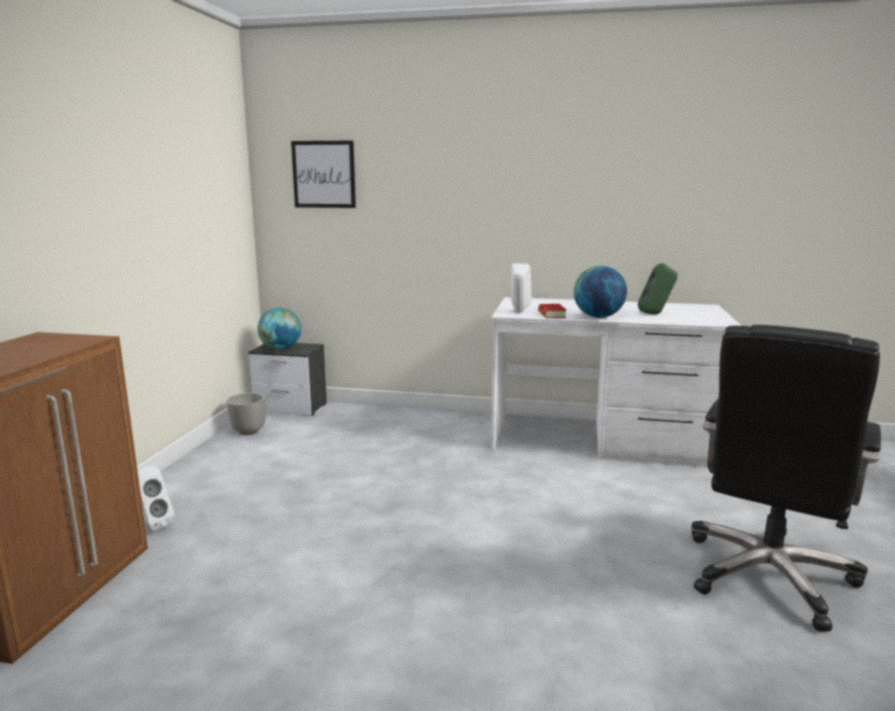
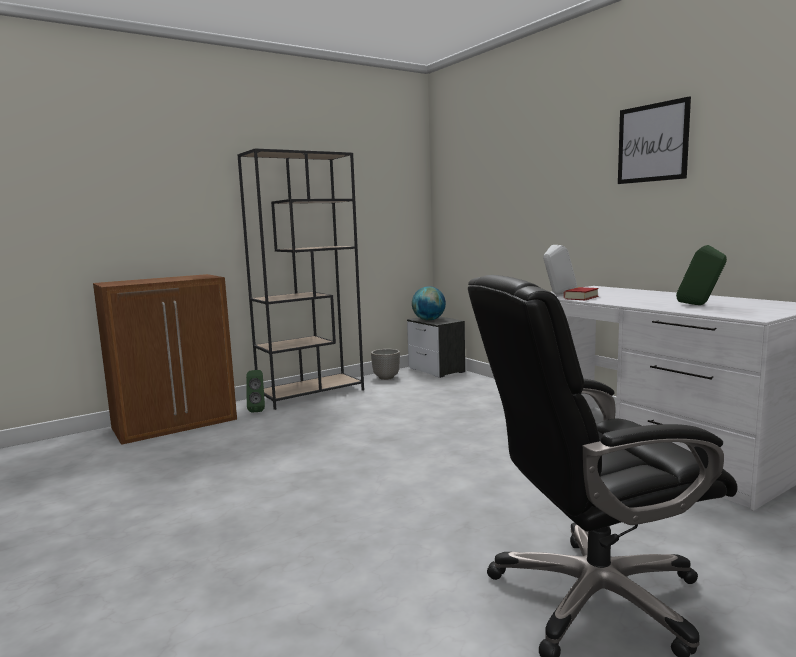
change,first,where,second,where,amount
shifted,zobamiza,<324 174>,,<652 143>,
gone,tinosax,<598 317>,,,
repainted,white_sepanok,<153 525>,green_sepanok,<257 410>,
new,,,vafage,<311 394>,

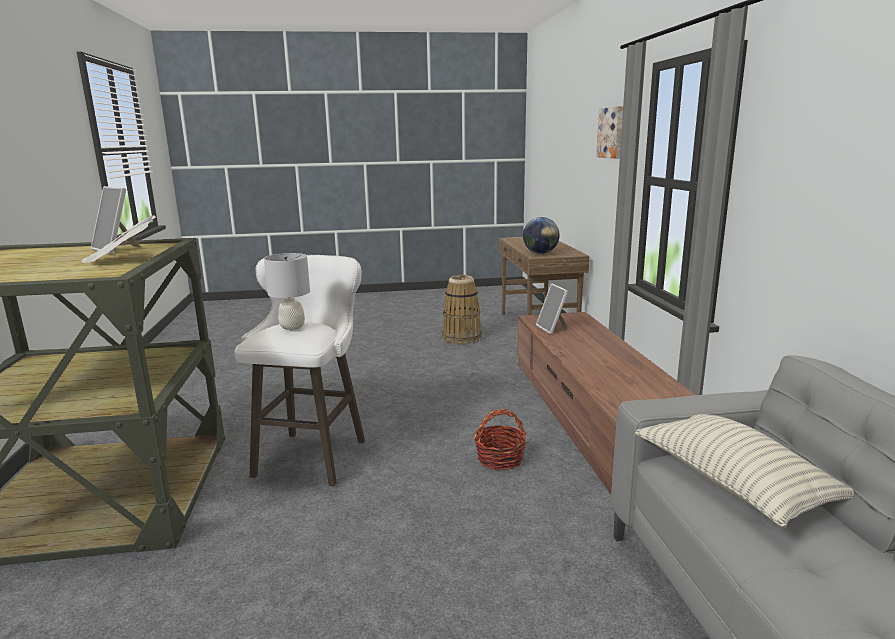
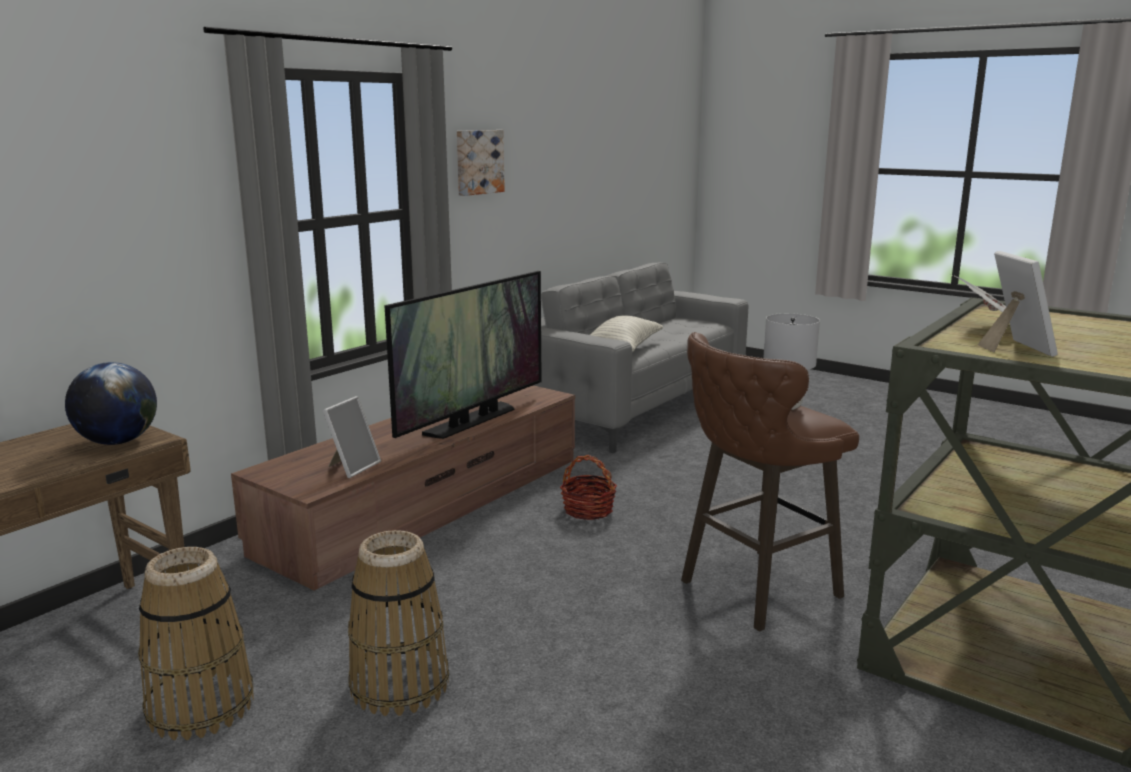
change,first,where,second,where,amount
shifted,zobamiza,<612 132>,,<478 162>,
repainted,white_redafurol,<313 455>,brown_redafurol,<755 590>,
new,,,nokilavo,<471 421>,
new,,,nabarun,<399 684>,

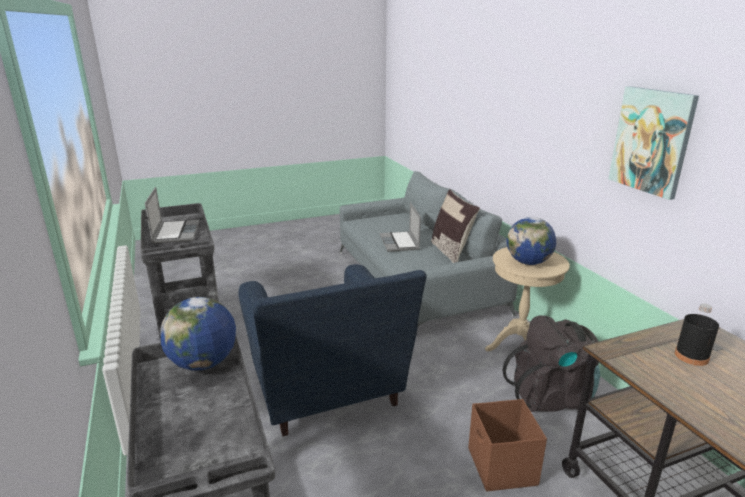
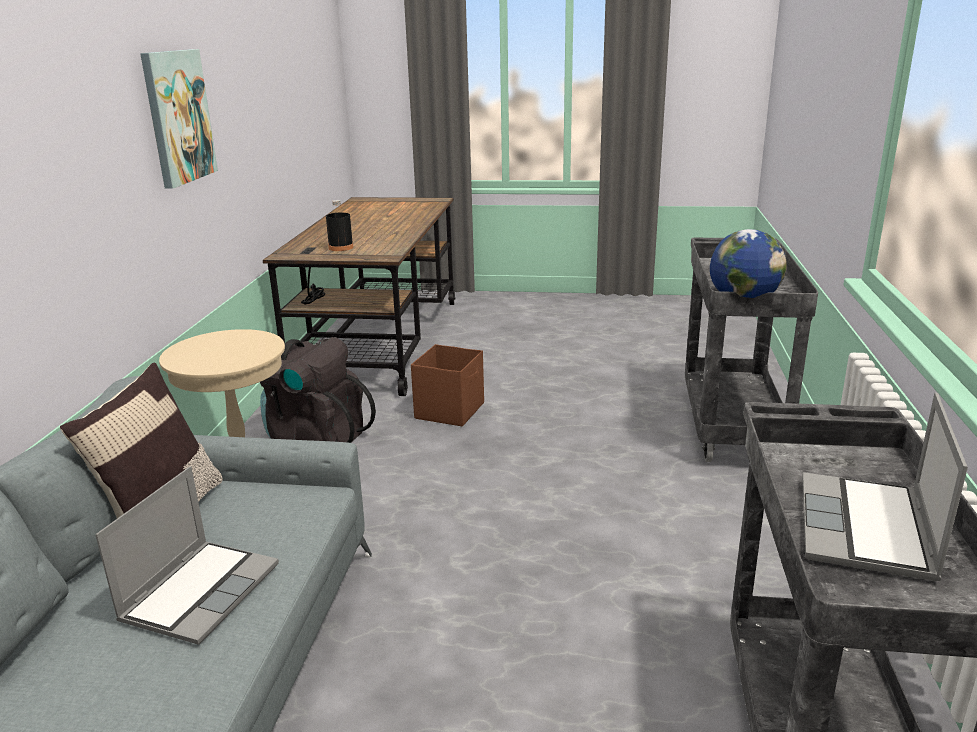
change,first,where,second,where,amount
gone,tinosax,<528 262>,,,
gone,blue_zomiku,<326 392>,,,

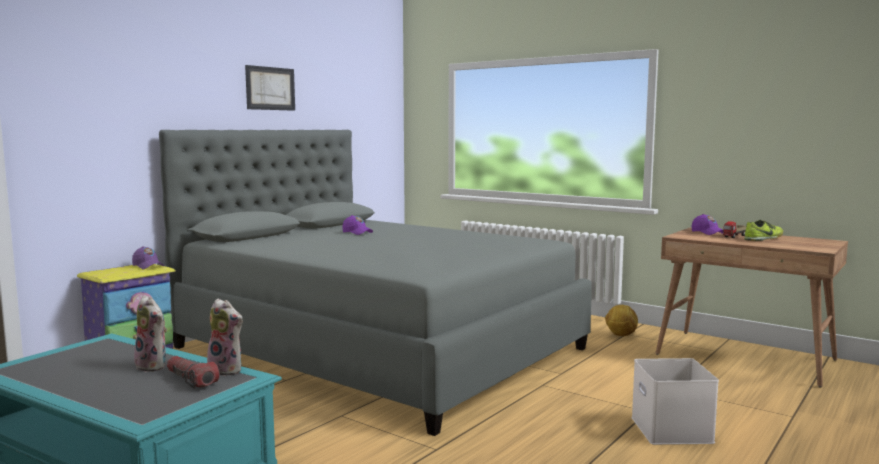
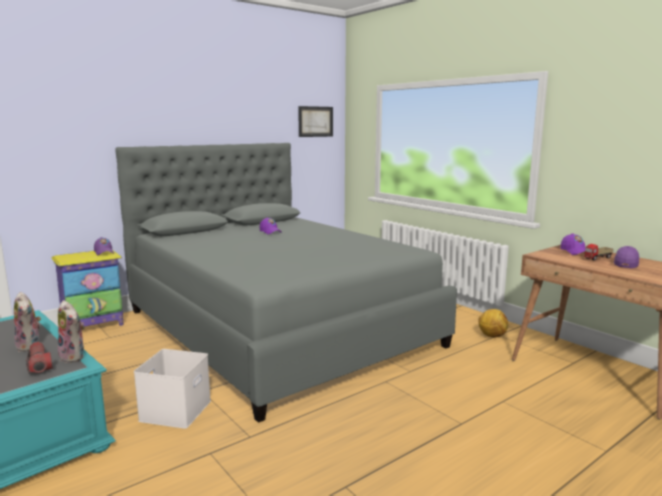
change,first,where,second,where,amount
shifted,zobamiza,<270 88>,,<315 121>,
swapped,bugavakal,<764 239>,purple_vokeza,<626 263>,
shifted,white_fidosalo,<673 430>,,<176 411>,

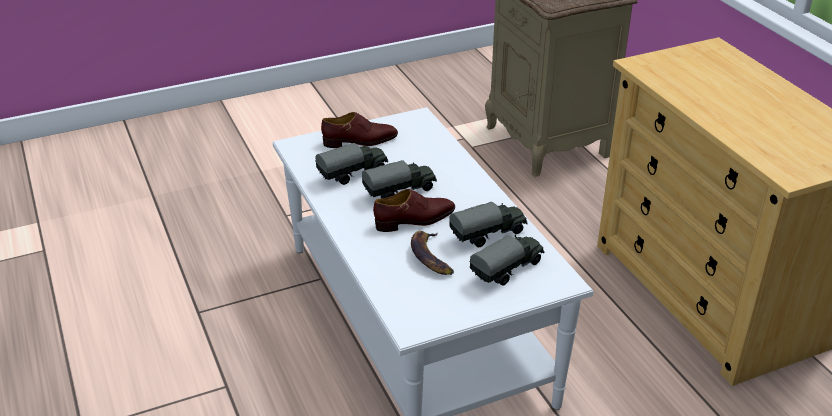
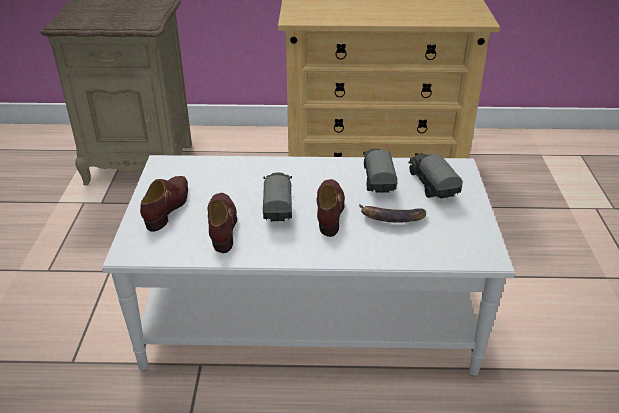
change,first,where,second,where,amount
swapped,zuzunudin,<353 173>,brown_bugavakal,<222 226>,

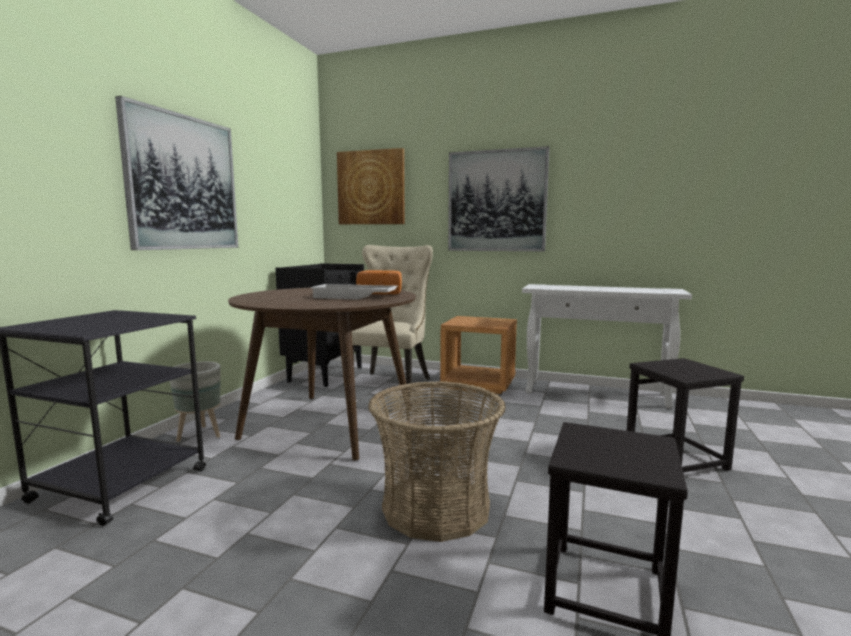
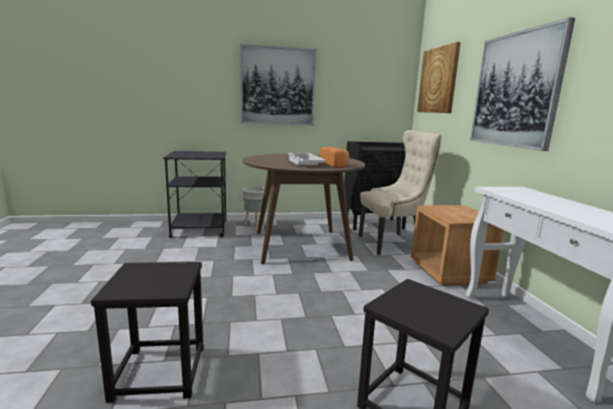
change,first,where,second,where,amount
gone,nabarun,<436 507>,,,

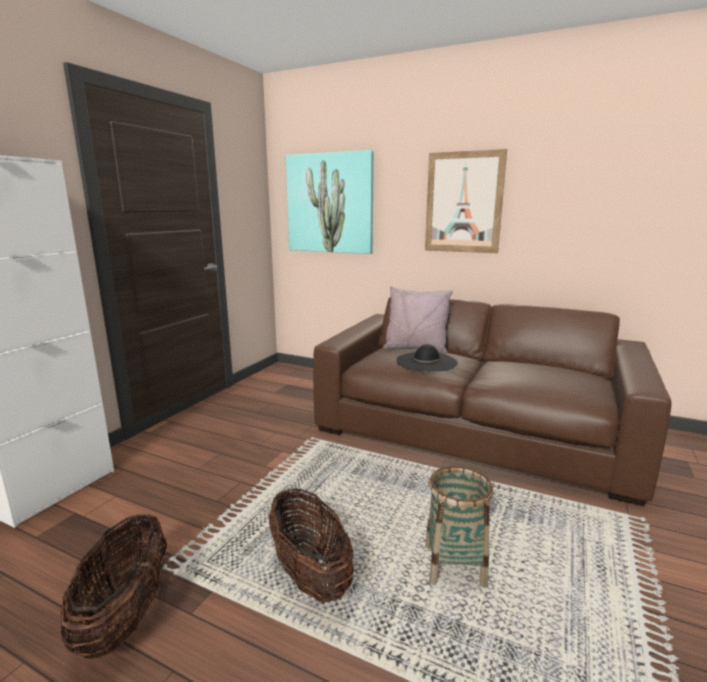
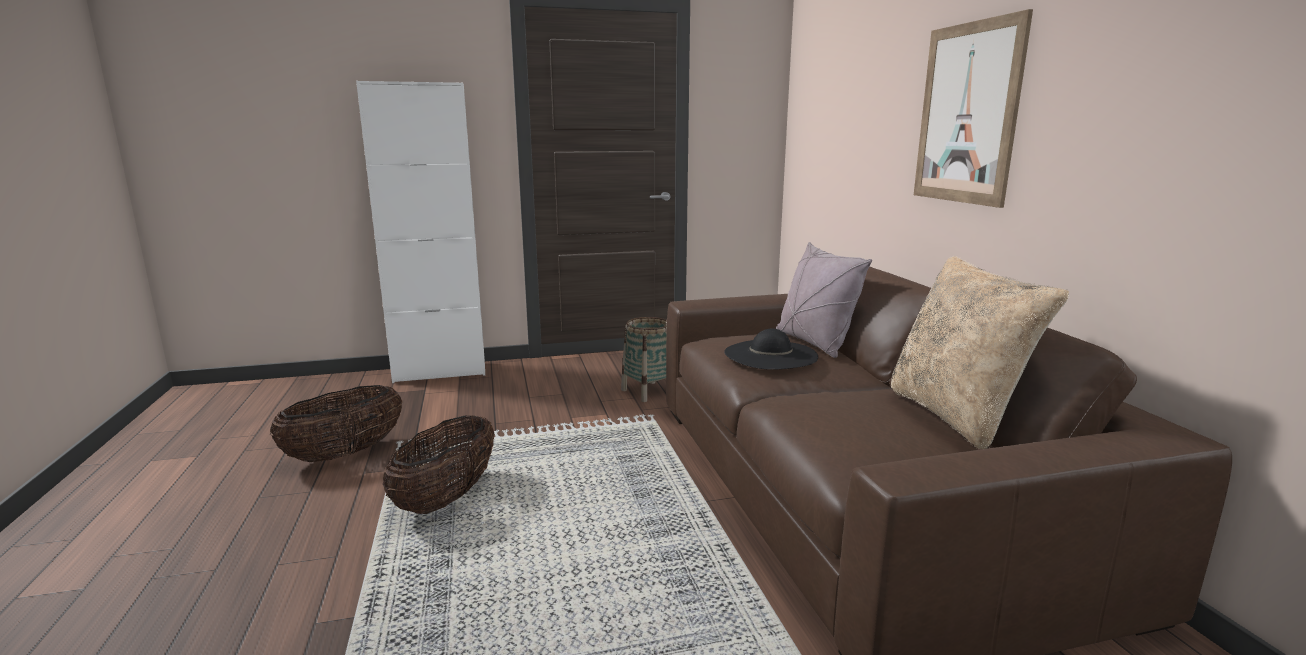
change,first,where,second,where,amount
gone,zobamiza,<330 203>,,,
shifted,nabarun,<454 565>,,<648 391>,
new,,,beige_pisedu,<953 420>,

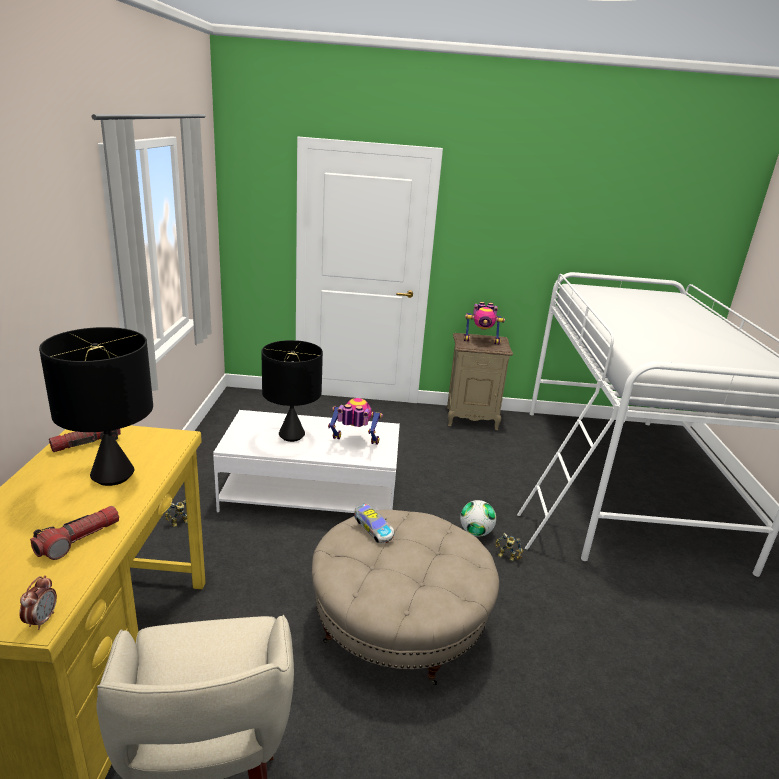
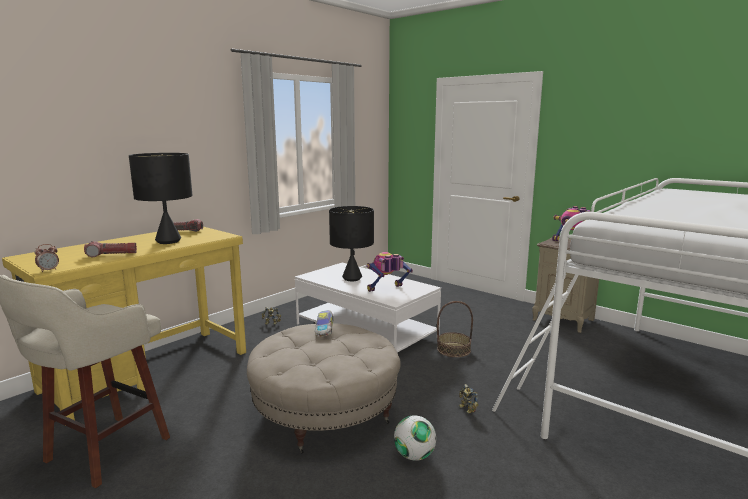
change,first,where,second,where,amount
rotated,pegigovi,<354 444>,,<387 290>,75 degrees counterclockwise
shifted,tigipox,<475 532>,,<414 455>,
new,,,nabarun,<453 349>,

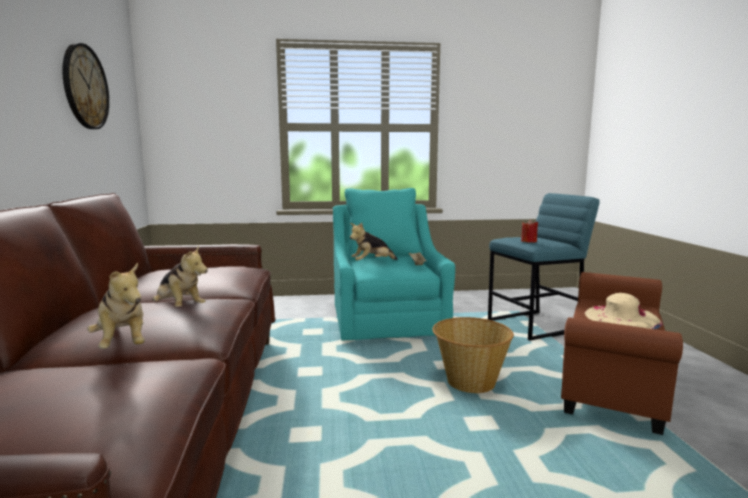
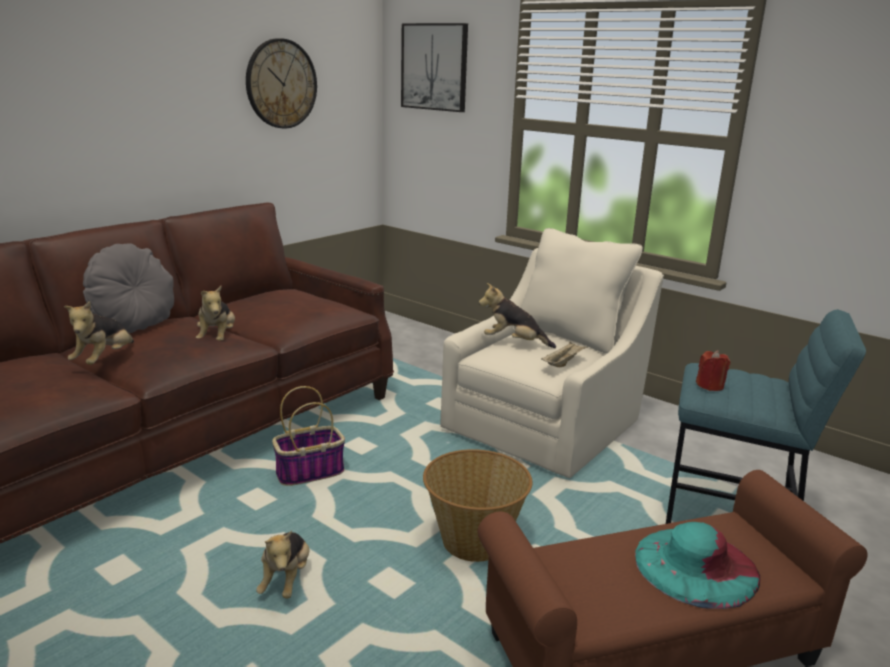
change,first,where,second,where,amount
repainted,turquoise_zomiku,<387 319>,beige_zomiku,<545 425>,
repainted,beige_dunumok,<622 317>,turquoise_dunumok,<696 566>,
new,,,zobamiza,<434 67>,
new,,,grey_pisedu,<135 327>,
new,,,nabarun,<310 472>,
new,,,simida,<286 580>,

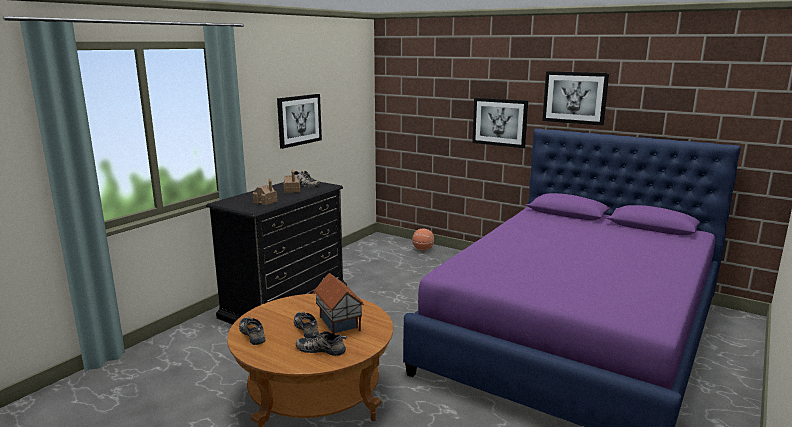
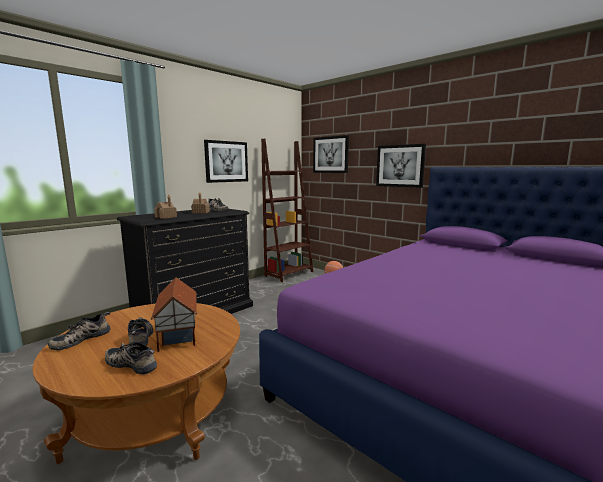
change,first,where,second,where,amount
shifted,zobamiza,<574 97>,,<330 154>,
rotated,bugavakal,<253 334>,,<81 338>,120 degrees counterclockwise
new,,,brown_vafage,<289 274>,

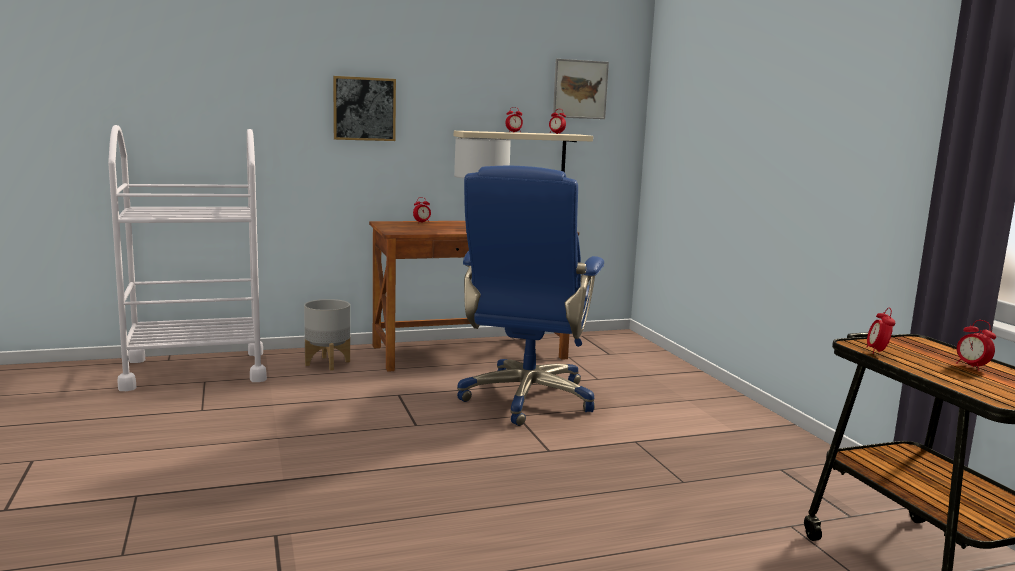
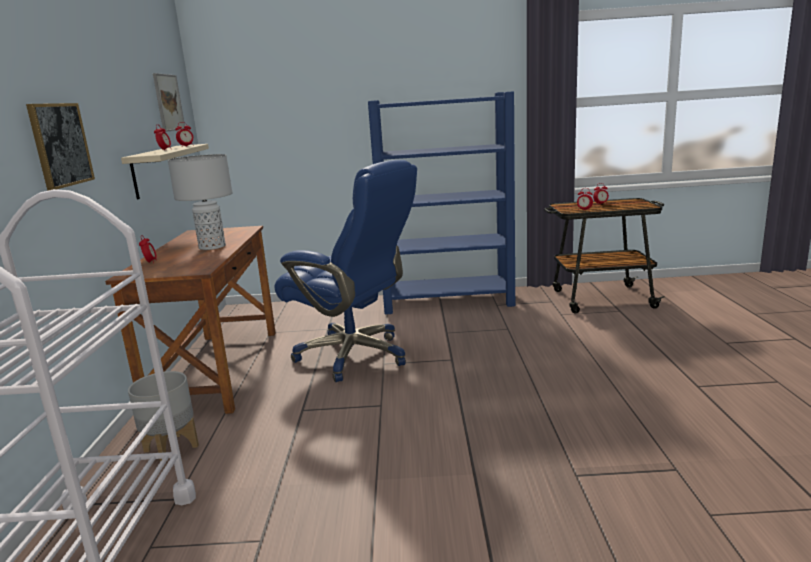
change,first,where,second,where,amount
new,,,blue_vafage,<447 300>,

